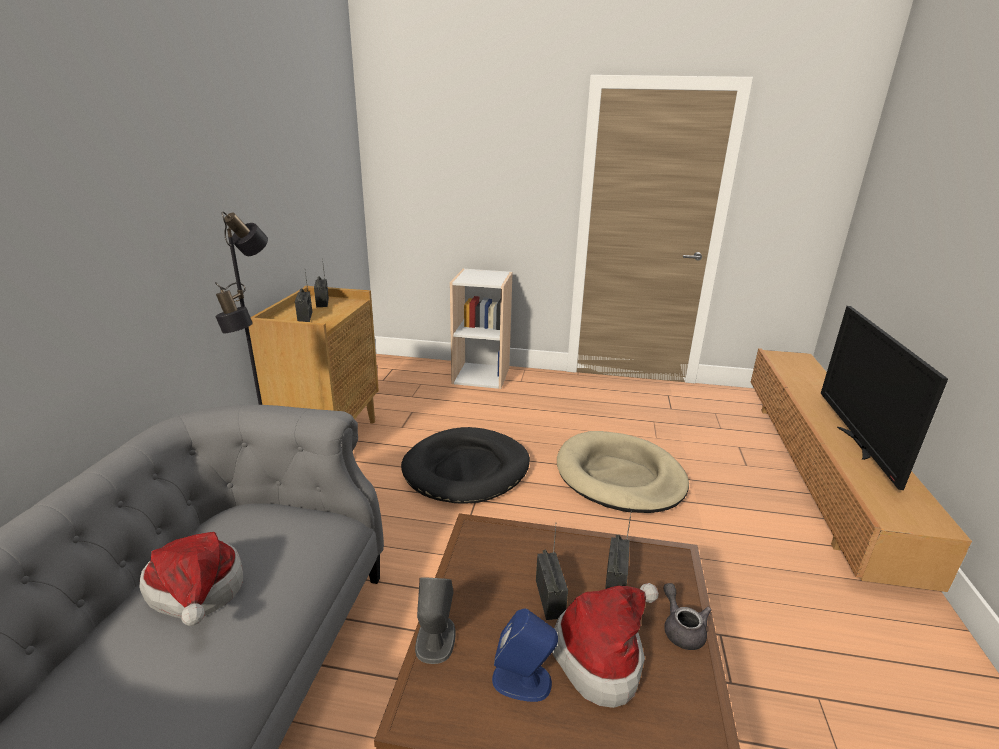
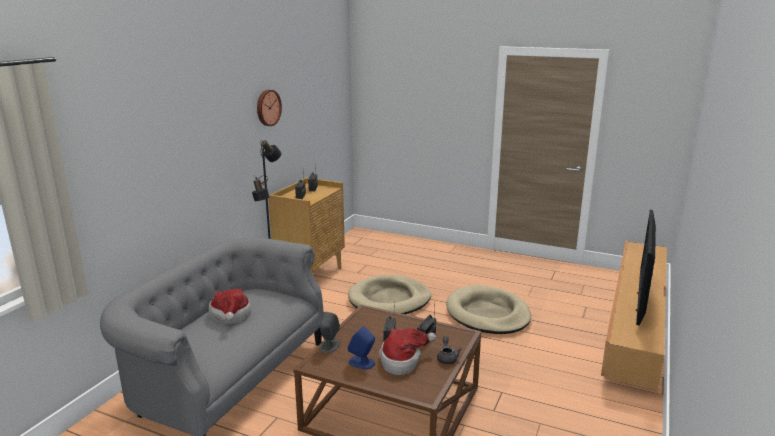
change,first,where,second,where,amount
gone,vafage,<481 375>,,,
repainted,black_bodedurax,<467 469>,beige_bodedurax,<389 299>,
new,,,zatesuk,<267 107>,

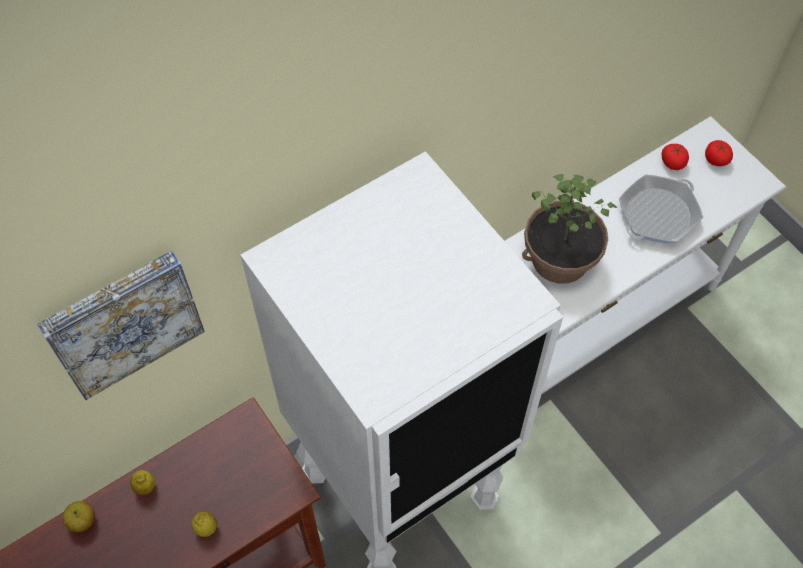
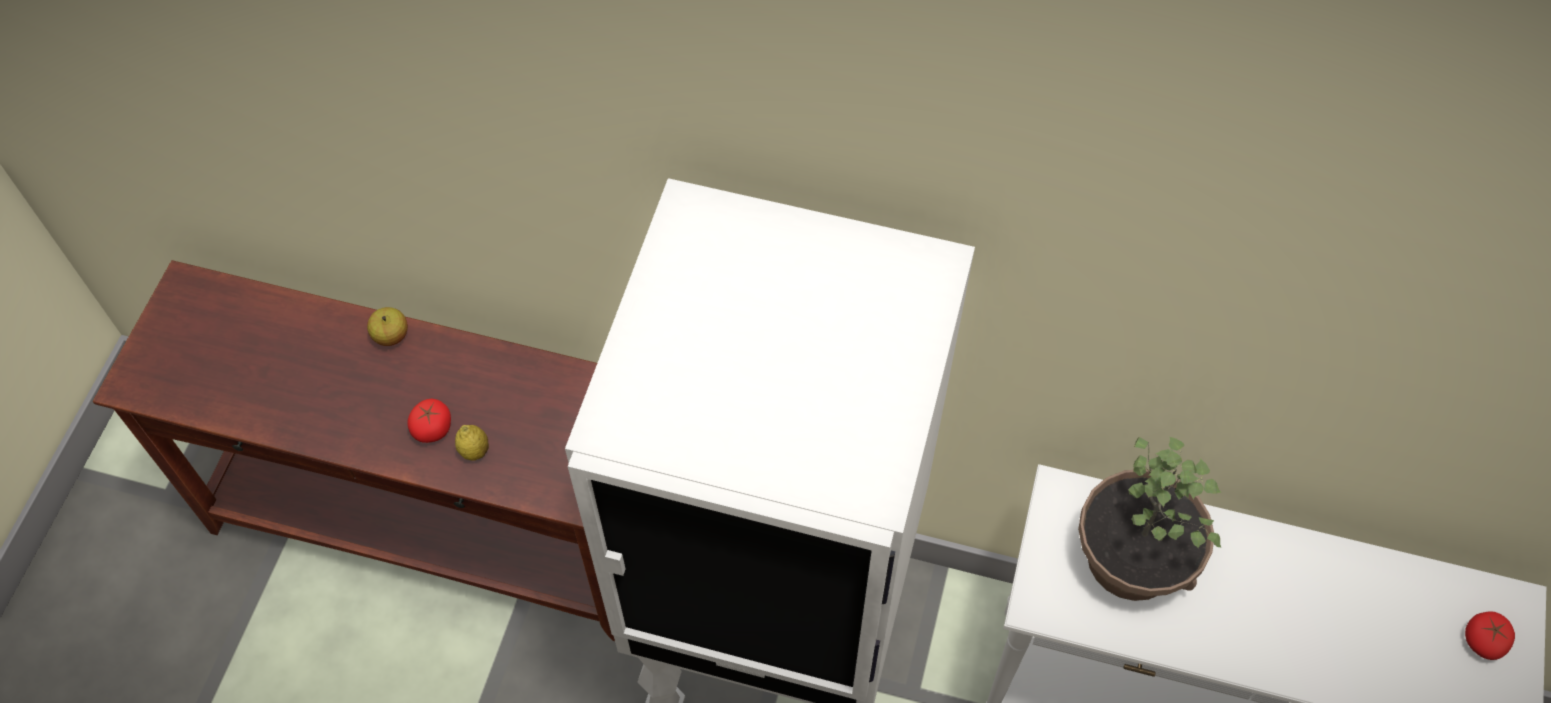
change,first,where,second,where,amount
shifted,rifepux,<673 162>,,<432 428>,
gone,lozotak,<658 215>,,,
gone,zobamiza,<123 321>,,,
gone,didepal,<145 487>,,,

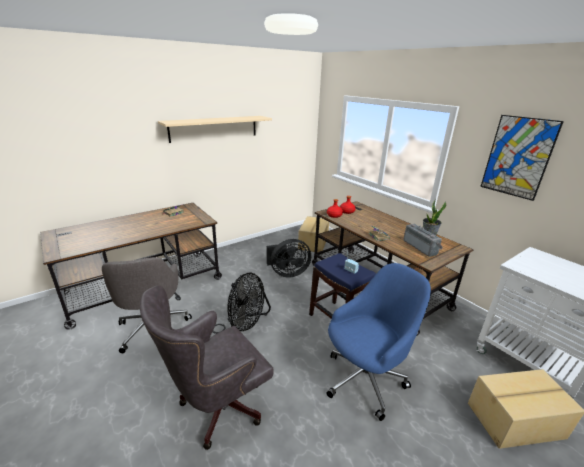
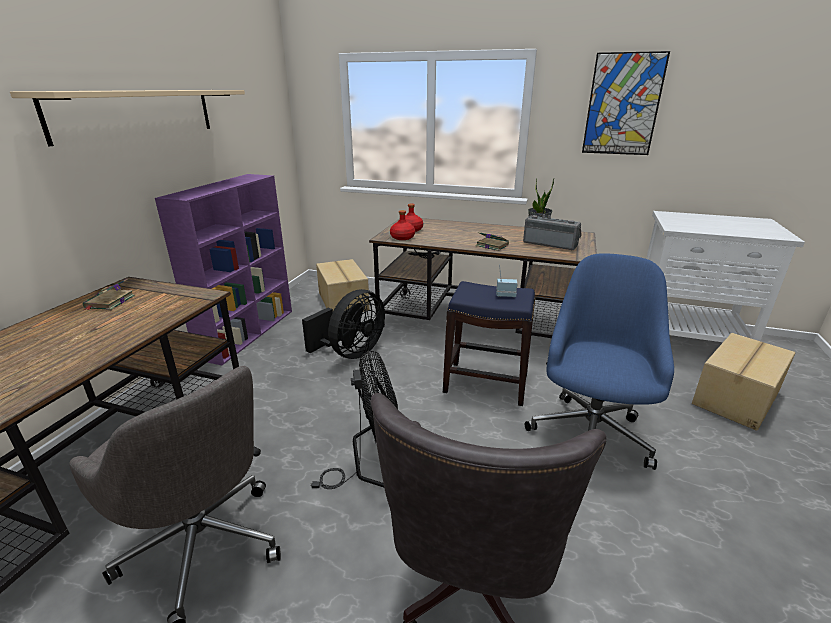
change,first,where,second,where,amount
new,,,purple_vafage,<248 332>,

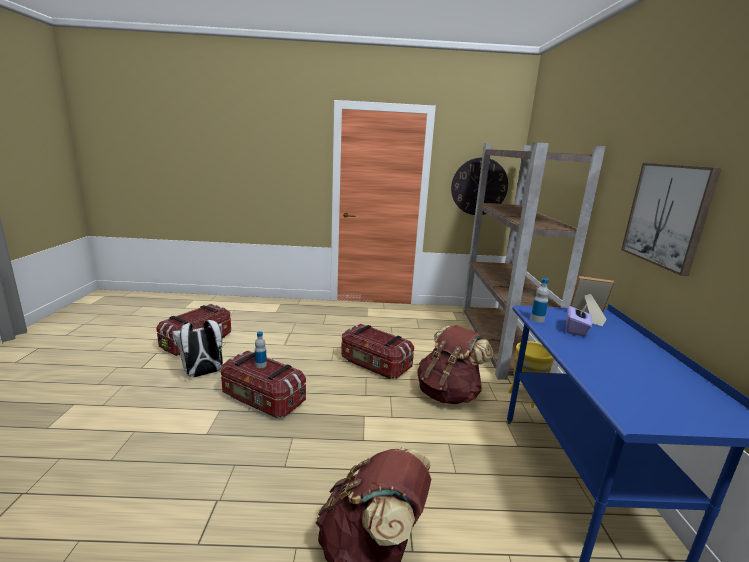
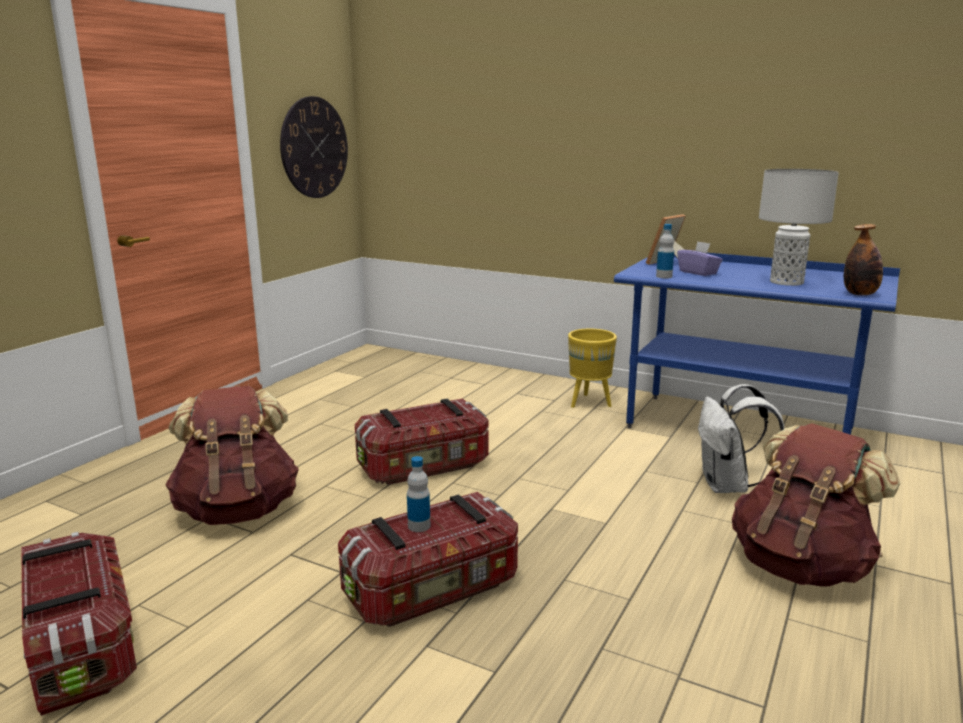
change,first,where,second,where,amount
gone,brown_vafage,<501 341>,,,
gone,zobamiza,<667 215>,,,
shifted,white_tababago,<203 374>,,<728 486>,
shifted,brown_tababago,<448 394>,,<238 510>,
new,,,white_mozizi,<786 282>,
new,,,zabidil,<860 294>,

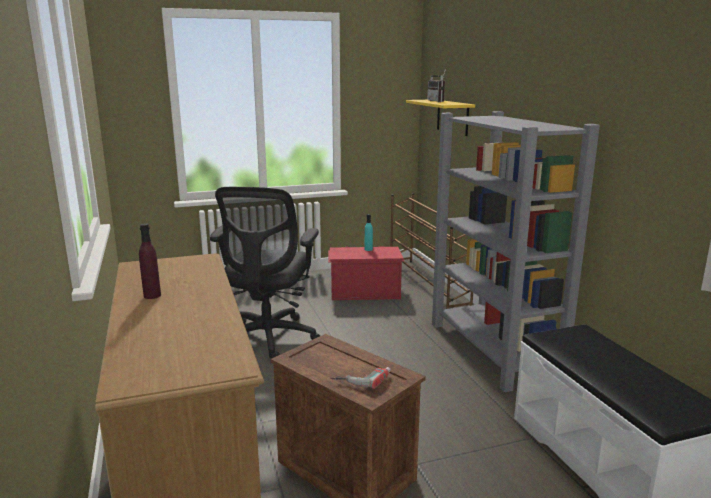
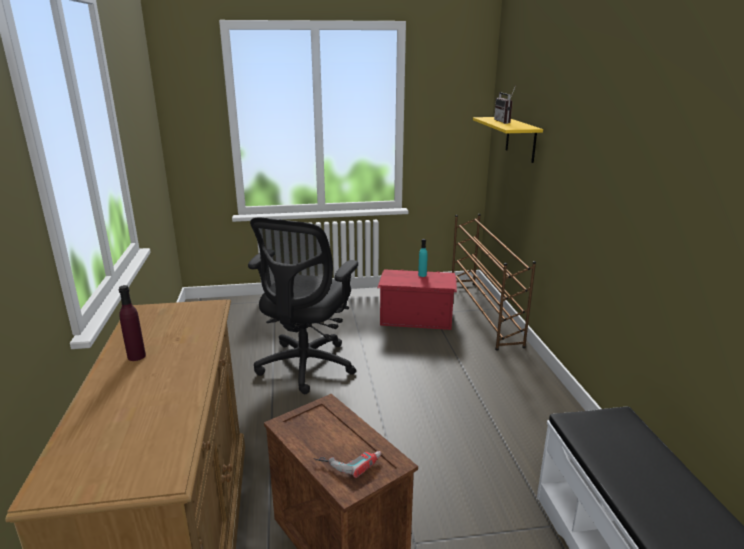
change,first,where,second,where,amount
gone,grey_vafage,<493 350>,,,

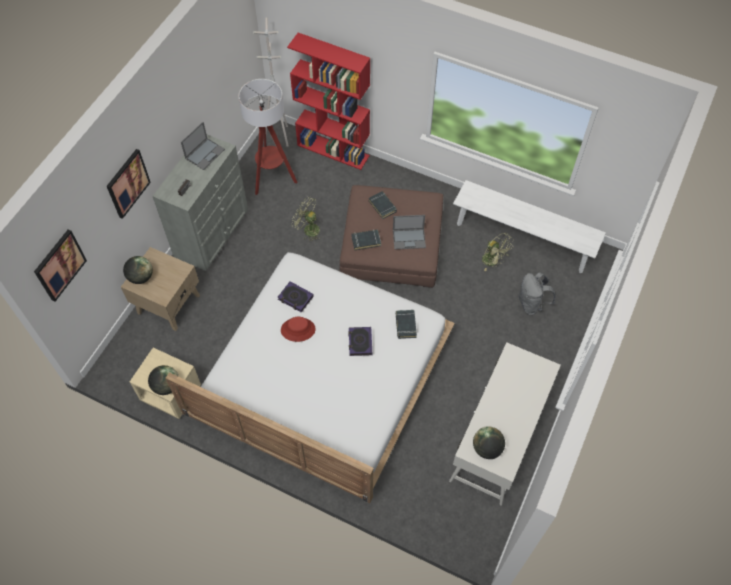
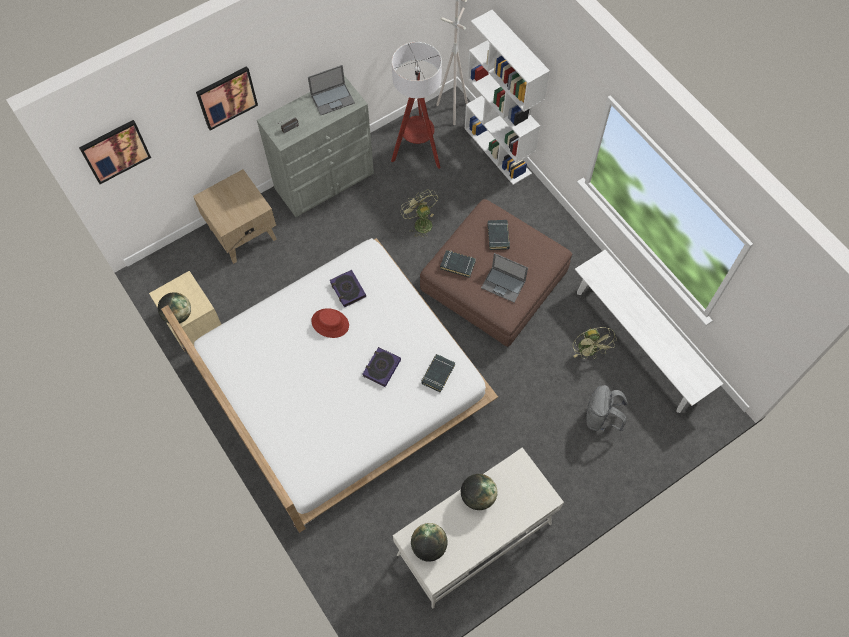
change,first,where,second,where,amount
repainted,red_vafage,<334 150>,white_vafage,<498 151>,
shifted,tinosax,<141 277>,,<478 496>,

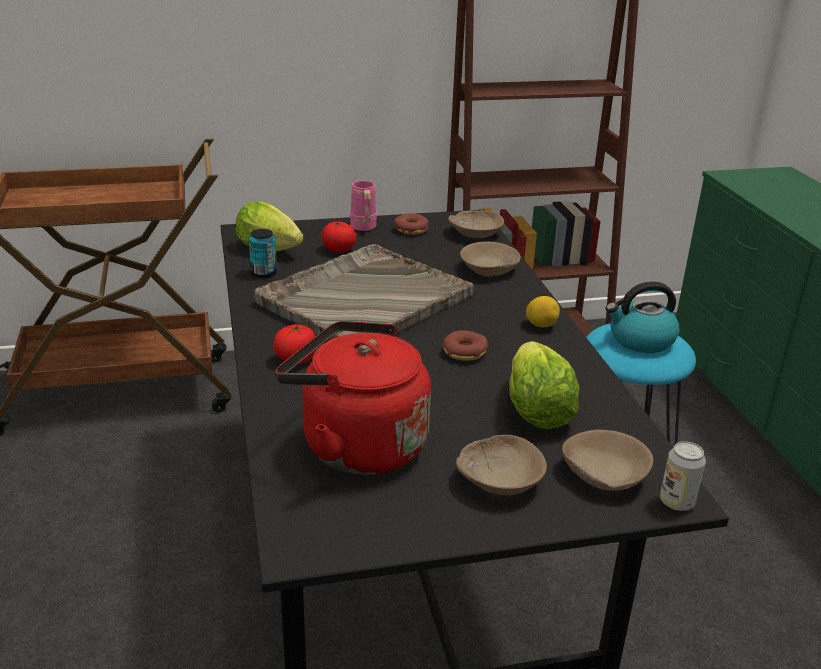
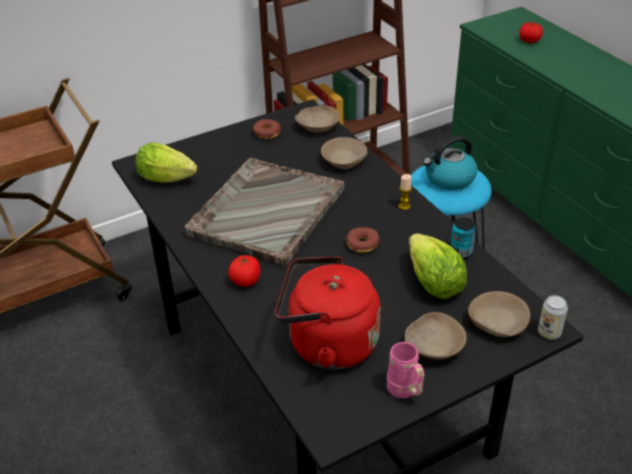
change,first,where,second,where,amount
shifted,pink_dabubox,<364 228>,,<405 392>,
shifted,rifepux,<338 249>,,<529 41>,
shifted,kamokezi,<263 273>,,<460 253>,
swapped,didepal,<541 325>,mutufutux,<404 206>,

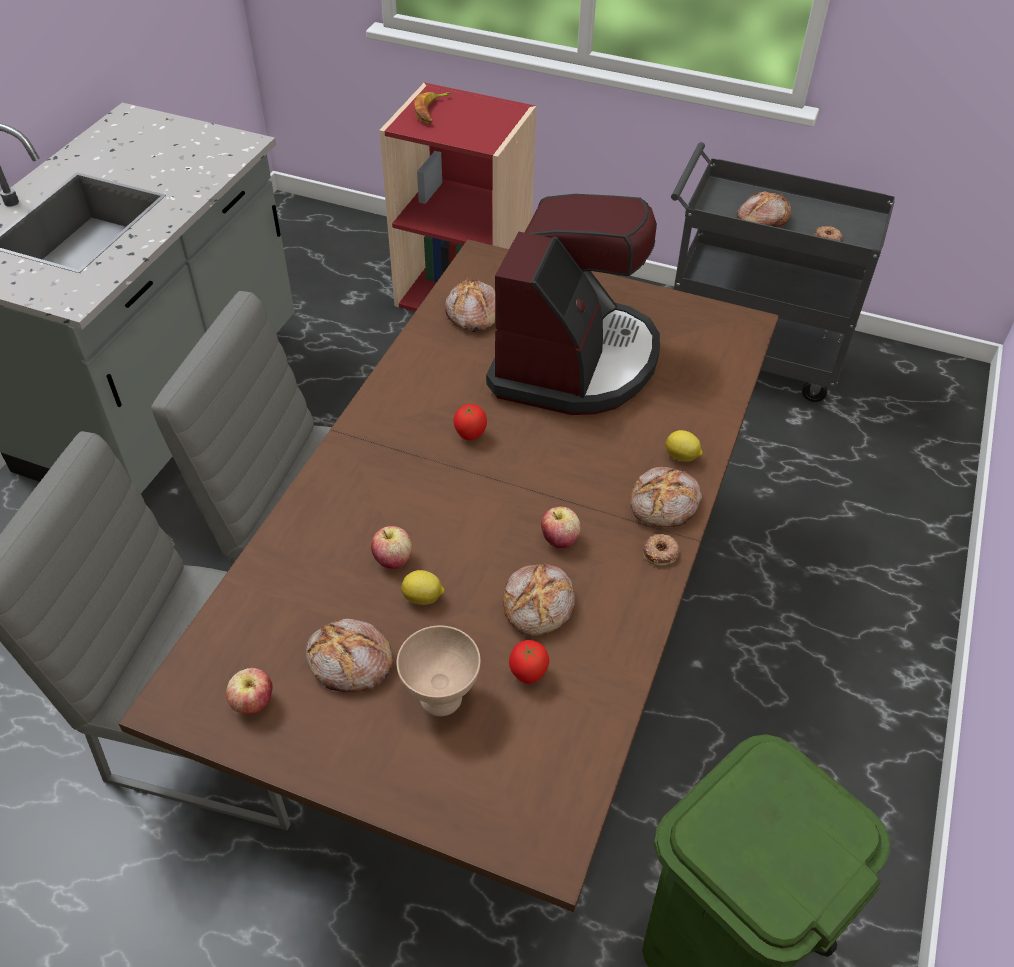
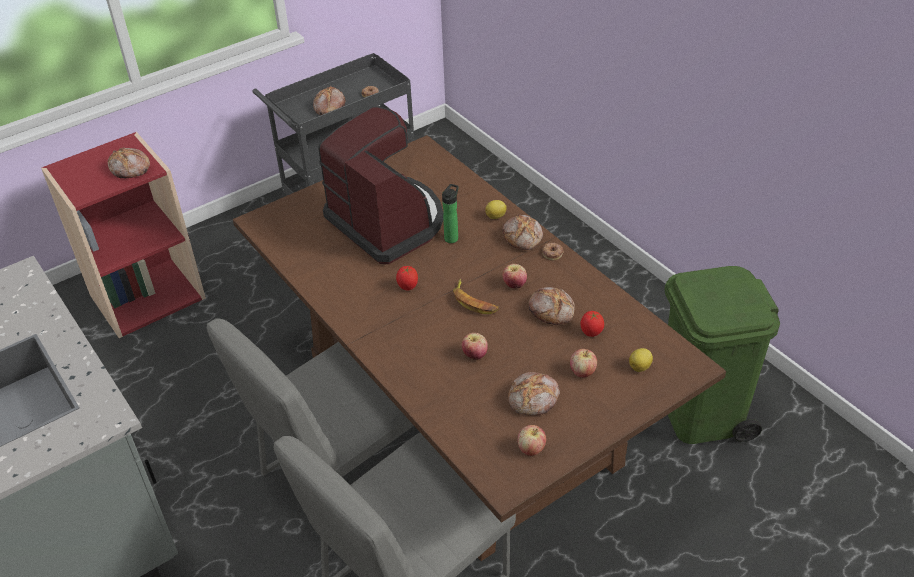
change,first,where,second,where,amount
shifted,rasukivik,<432 111>,,<474 301>,
shifted,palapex,<472 314>,,<130 169>,
shifted,didepal,<423 598>,,<640 367>,
swapped,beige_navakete,<440 699>,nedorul,<582 372>,
new,,,zabidil,<452 237>,

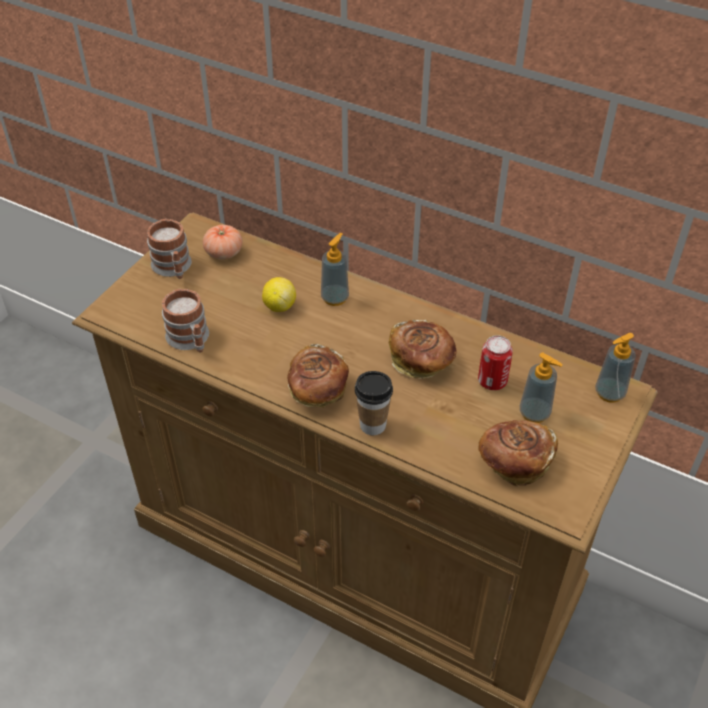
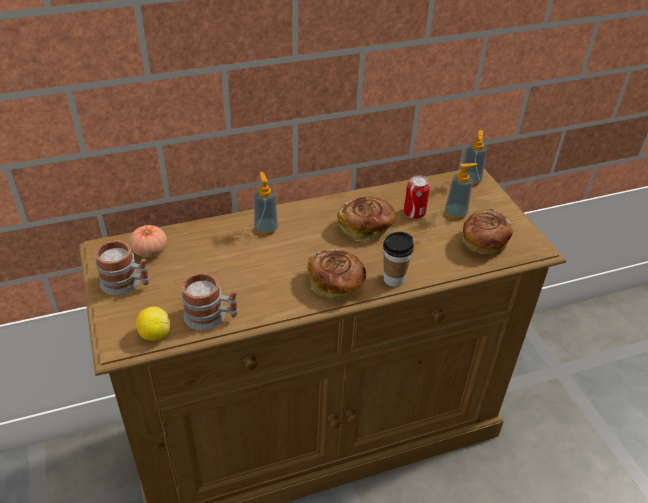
change,first,where,second,where,amount
shifted,didepal,<279 306>,,<155 334>,

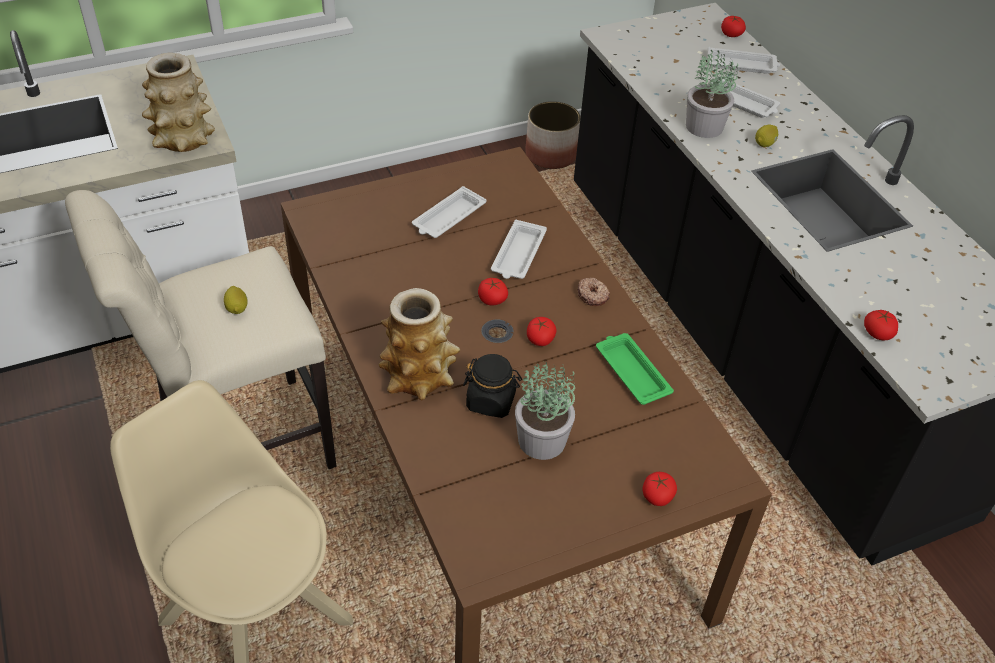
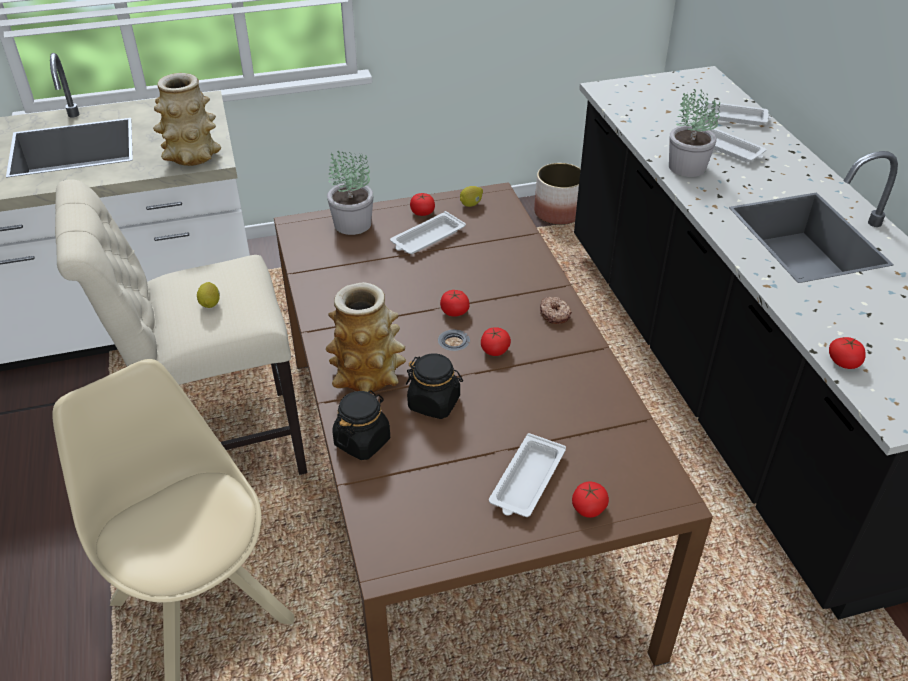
change,first,where,second,where,amount
shifted,rifepux,<731 34>,,<422 212>,
shifted,didepal,<765 144>,,<471 204>,
shifted,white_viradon,<518 255>,,<526 481>,
gone,green_viradon,<631 371>,,,
shifted,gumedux,<542 441>,,<353 224>,
new,,,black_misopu,<362 441>,

